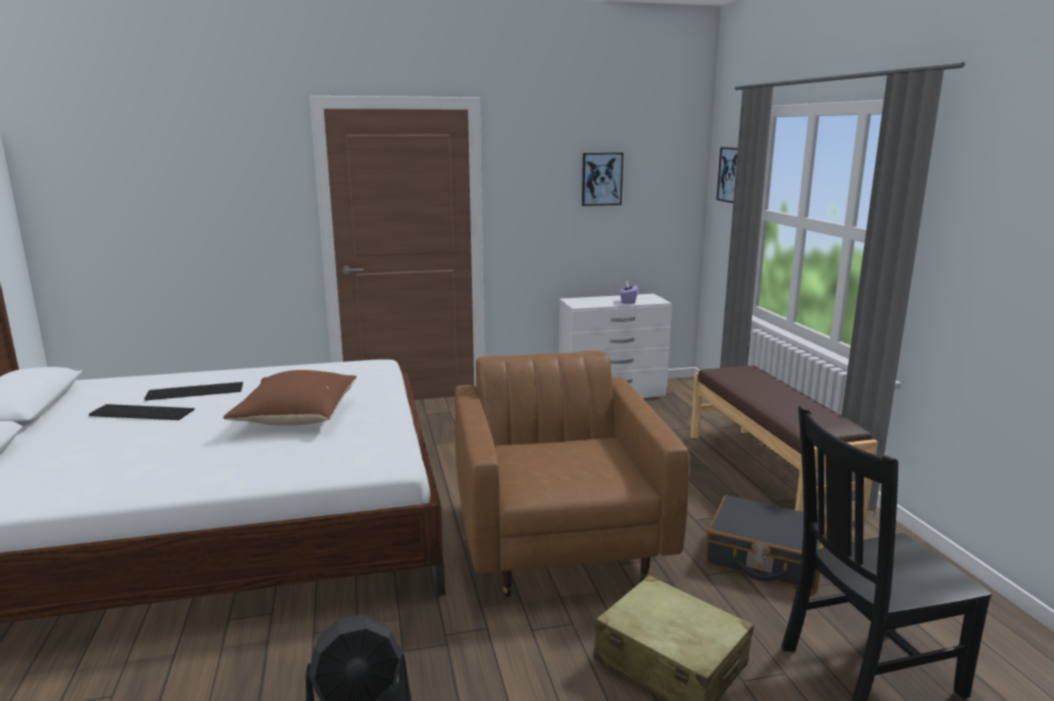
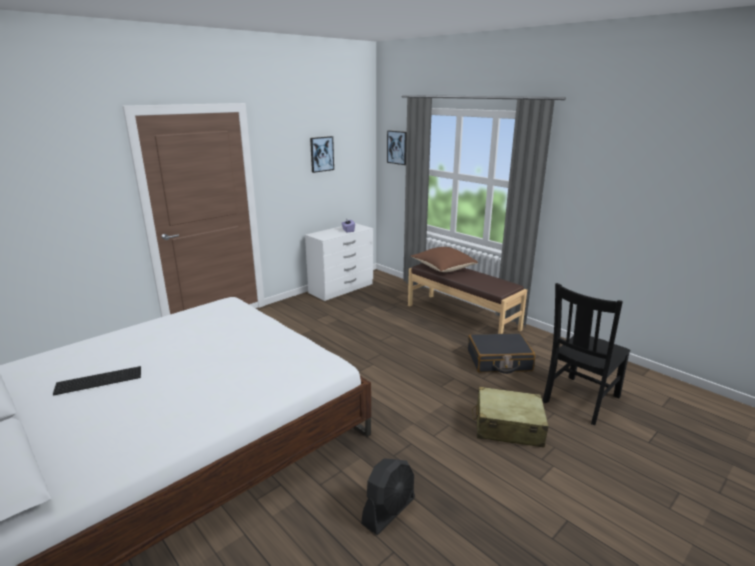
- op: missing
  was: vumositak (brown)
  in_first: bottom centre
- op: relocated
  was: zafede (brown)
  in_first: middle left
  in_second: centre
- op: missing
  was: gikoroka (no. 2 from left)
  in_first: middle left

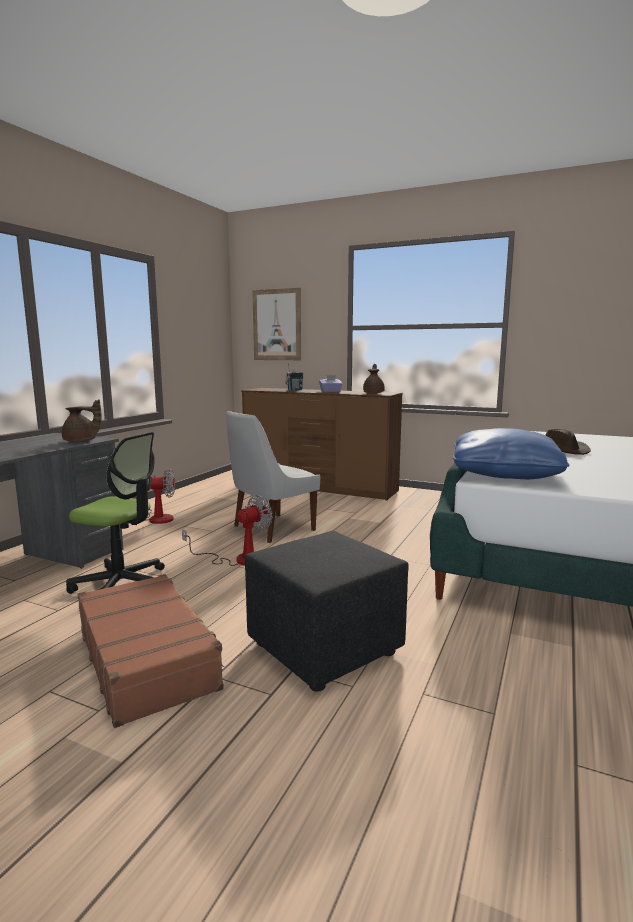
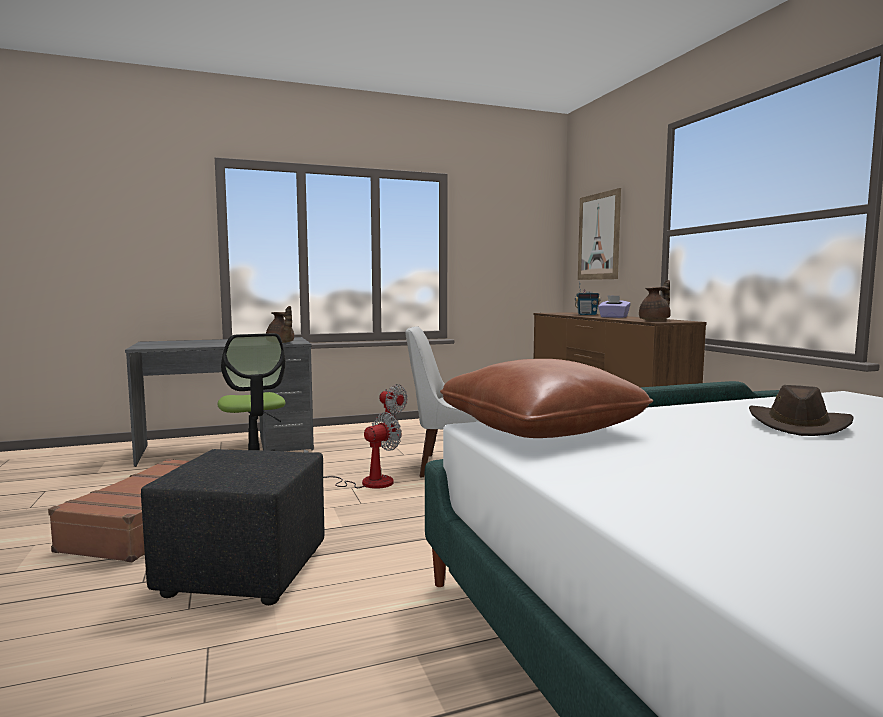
- op: colour
  was: zafede (blue)
  now: zafede (brown)
  in_first: middle right
  in_second: centre
- op: spun
  was: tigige (no. 2 from left in the first image)
  in_first: centre
  in_second: centre
  clockwise: -45

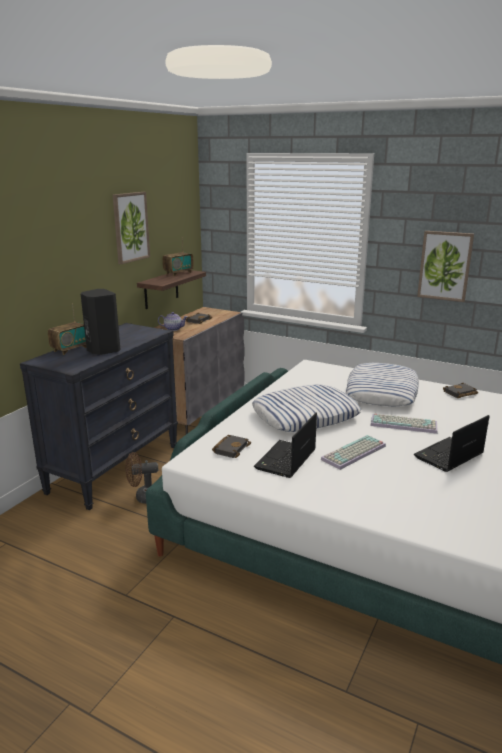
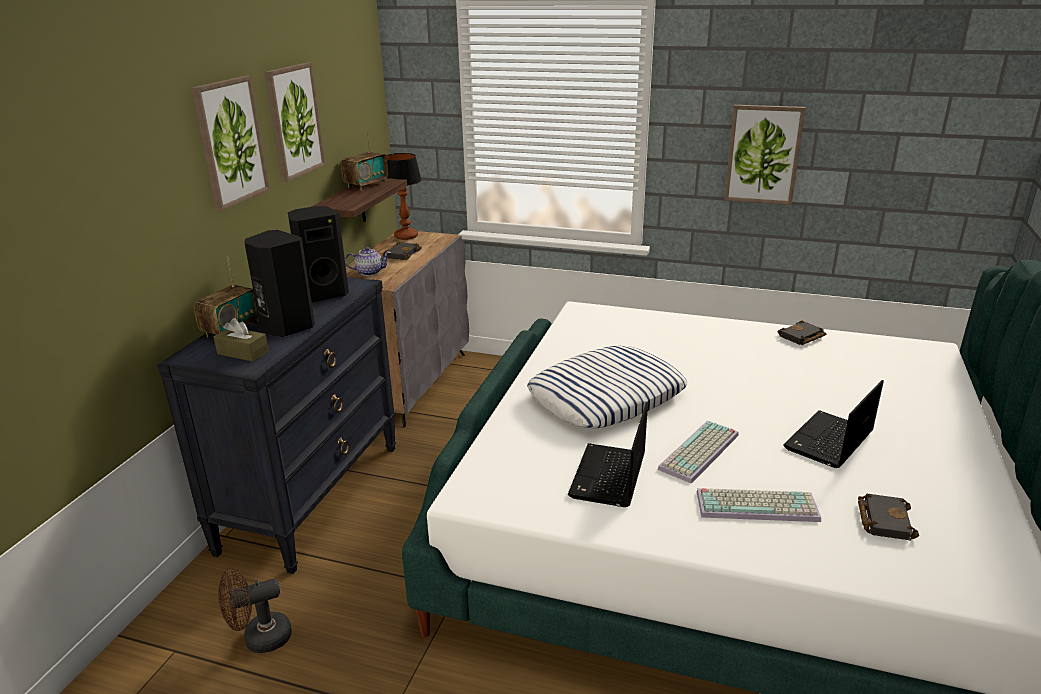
- op: missing
  was: zafede (no. 2 from left)
  in_first: middle right
- op: relocated
  was: gikoroka (no. 2 from left)
  in_first: middle right
  in_second: bottom right
- op: relocated
  was: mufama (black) (no. 2 from left in the first image)
  now: mufama (black) (no. 3 from left)
  in_first: centre
  in_second: bottom right
- op: relocated
  was: tigige (brown)
  in_first: middle left
  in_second: bottom left
- op: appeared
  now: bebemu (no. 1 from left)
  in_second: top left
- op: appeared
  now: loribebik
  in_second: top centre
- op: appeared
  now: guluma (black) (no. 2 from left)
  in_second: middle left
- op: appeared
  now: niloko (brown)
  in_second: middle left

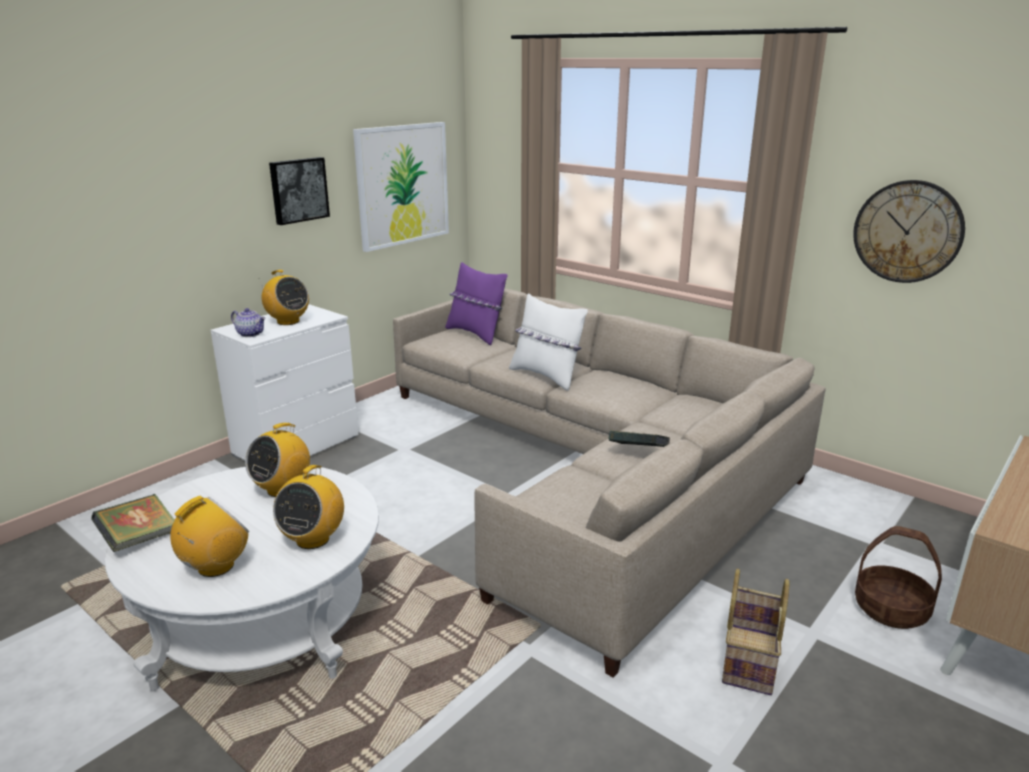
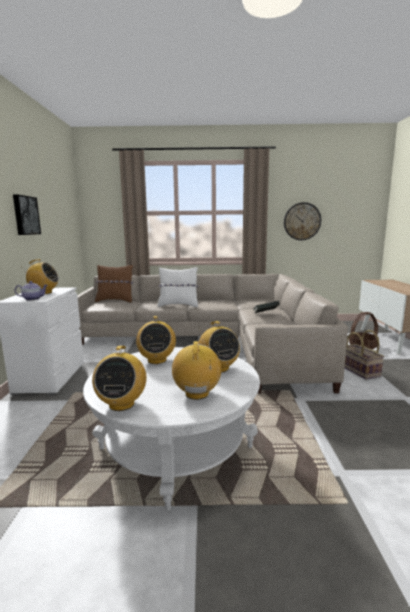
- op: missing
  was: bebemu (no. 2 from left)
  in_first: top centre
- op: colour
  was: zafede (purple)
  now: zafede (brown)
  in_first: centre
  in_second: middle left
- op: exchanged
  was: mufama (no. 1 from left)
  now: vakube (no. 2 from left)
  in_first: bottom left
  in_second: middle left

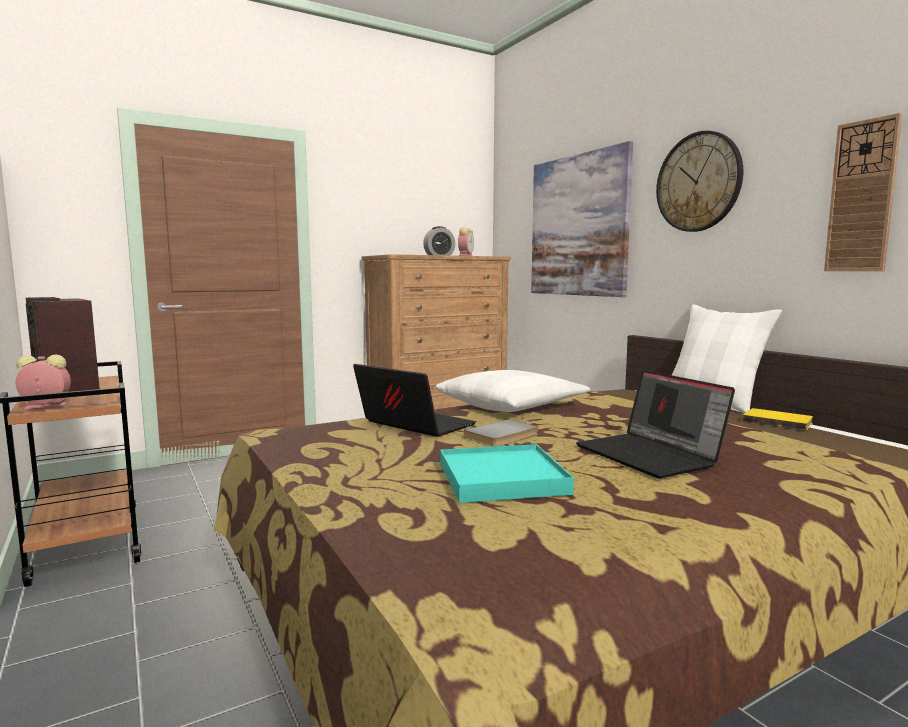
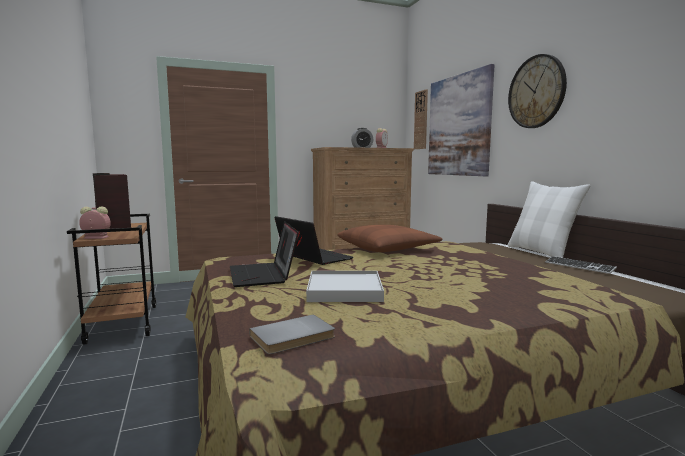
- op: relocated
  was: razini (no. 2 from left in the first image)
  now: razini (no. 1 from left)
  in_first: top right
  in_second: top centre
- op: colour
  was: zafede (white) (no. 1 from left)
  now: zafede (brown)
  in_first: centre
  in_second: centre
- op: relocated
  was: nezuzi (no. 2 from left in the first image)
  now: nezuzi (no. 1 from left)
  in_first: middle right
  in_second: centre
- op: exchanged
  was: mufama (yellow)
  now: gikoroka
  in_first: middle right
  in_second: middle right
- op: relocated
  was: mufama (grey)
  in_first: centre
  in_second: bottom centre
- op: colour
  was: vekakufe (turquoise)
  now: vekakufe (white)
  in_first: centre
  in_second: centre

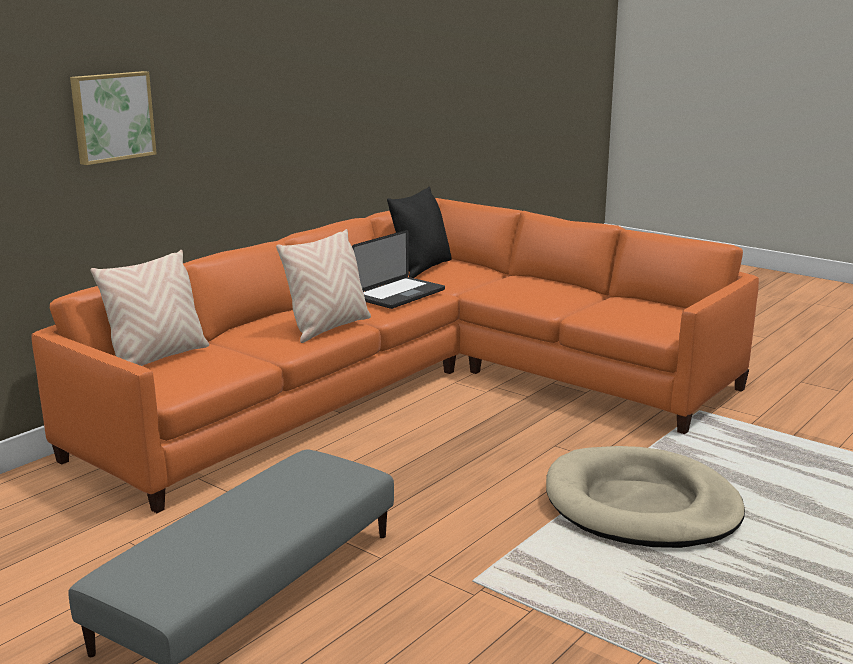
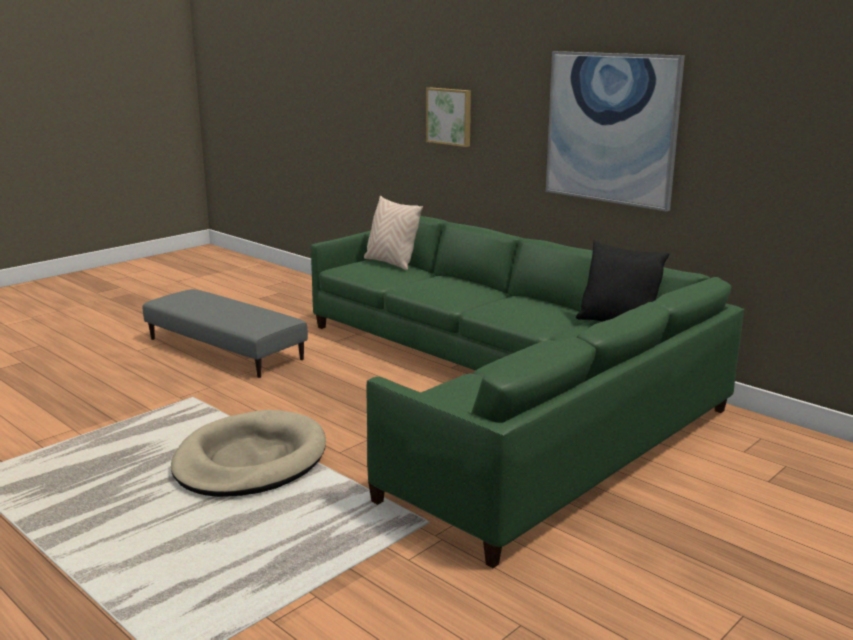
- op: colour
  was: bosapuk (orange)
  now: bosapuk (green)
  in_first: centre
  in_second: centre
- op: missing
  was: zafede (beige) (no. 2 from left)
  in_first: centre
- op: missing
  was: nezuzi
  in_first: centre
- op: appeared
  now: bebemu (no. 2 from left)
  in_second: top right

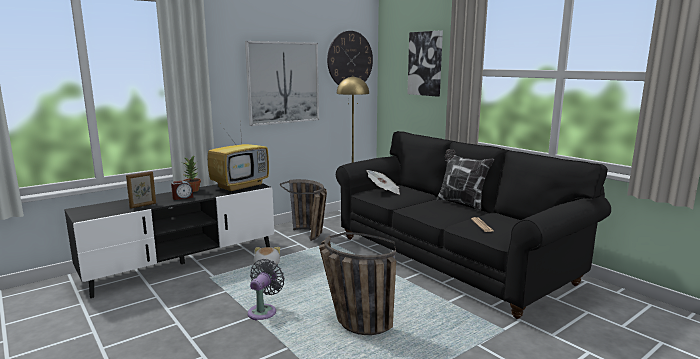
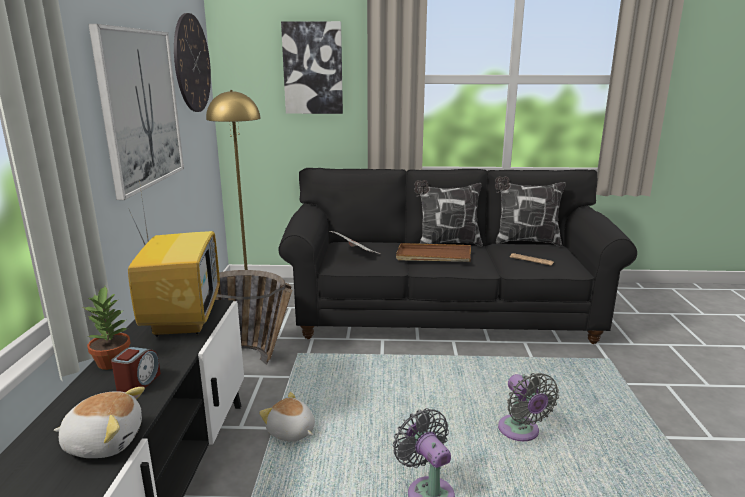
- op: exchanged
  was: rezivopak
  now: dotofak (no. 1 from left)
  in_first: middle left
  in_second: bottom left
- op: exchanged
  was: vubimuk (no. 2 from left)
  now: tigige (grey) (no. 2 from left)
  in_first: bottom centre
  in_second: bottom right
- op: appeared
  now: zafede (no. 2 from left)
  in_second: middle right
- op: appeared
  now: vekakufe (brown)
  in_second: centre

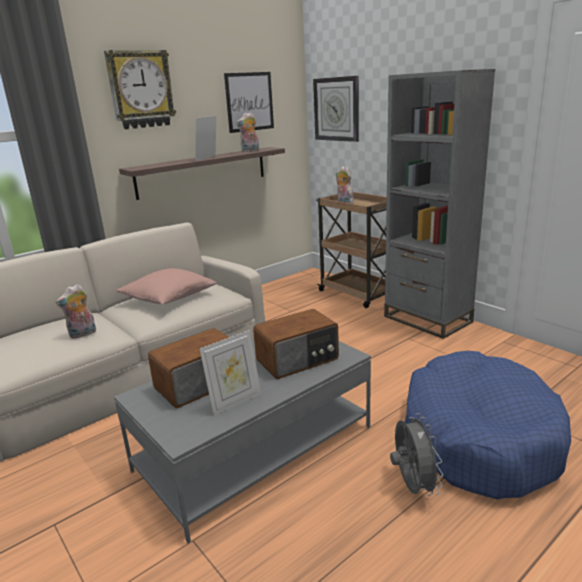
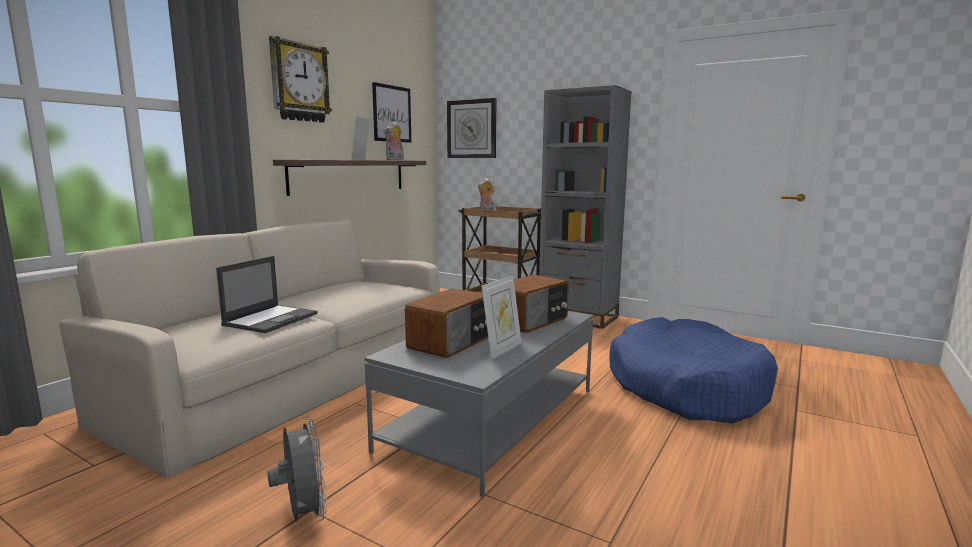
- op: missing
  was: zafede (pink)
  in_first: middle left
- op: exchanged
  was: dotofak (no. 1 from left)
  now: nezuzi
  in_first: middle left
  in_second: middle left
- op: relocated
  was: tigige (grey)
  in_first: bottom right
  in_second: bottom left

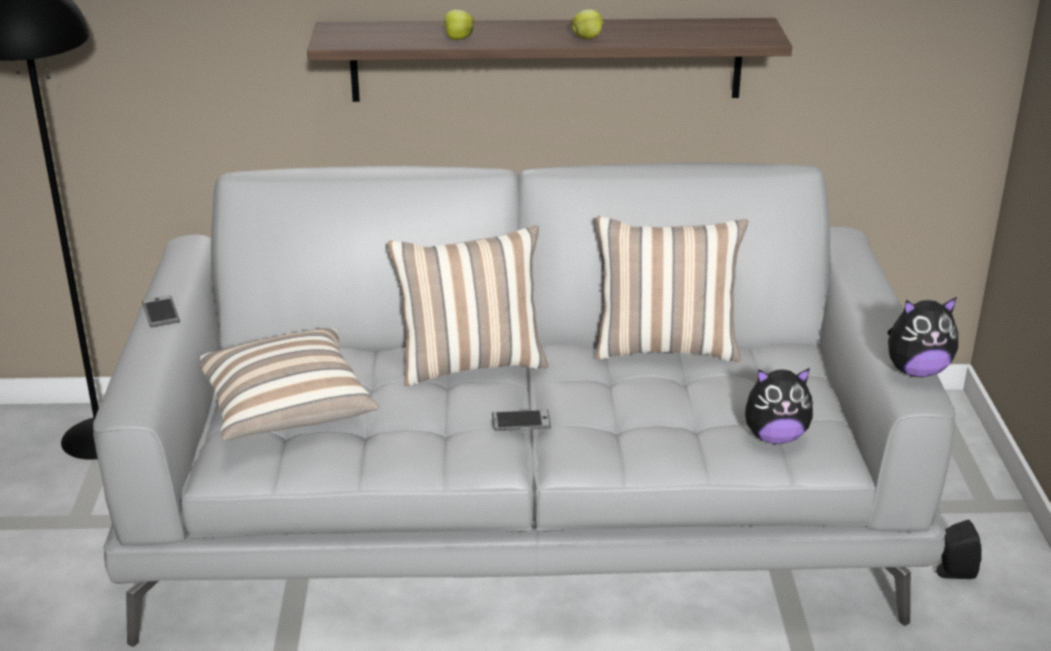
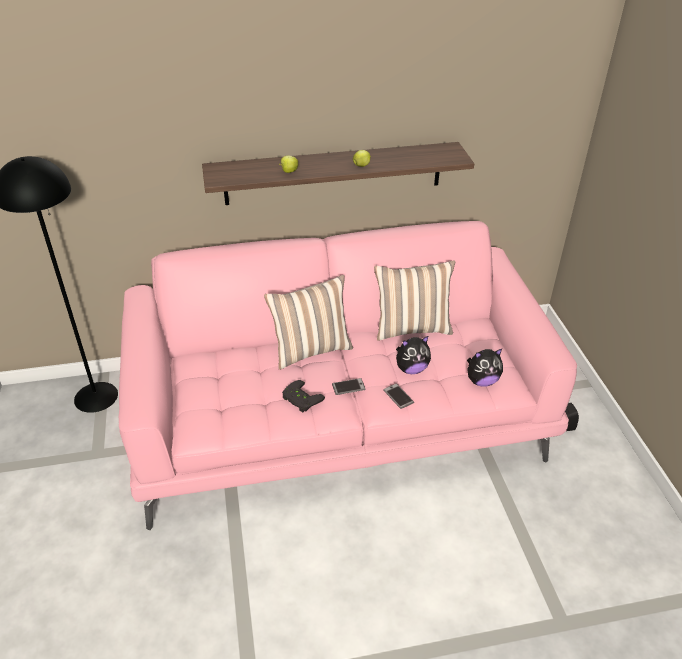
- op: colour
  was: bosapuk (grey)
  now: bosapuk (pink)
  in_first: centre
  in_second: centre
- op: relocated
  was: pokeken (no. 1 from left in the first image)
  now: pokeken (no. 2 from left)
  in_first: middle left
  in_second: centre
- op: relocated
  was: dotofak (no. 2 from left in the first image)
  now: dotofak (no. 1 from left)
  in_first: middle right
  in_second: centre
- op: missing
  was: zafede (no. 1 from left)
  in_first: middle left
- op: appeared
  now: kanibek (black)
  in_second: centre

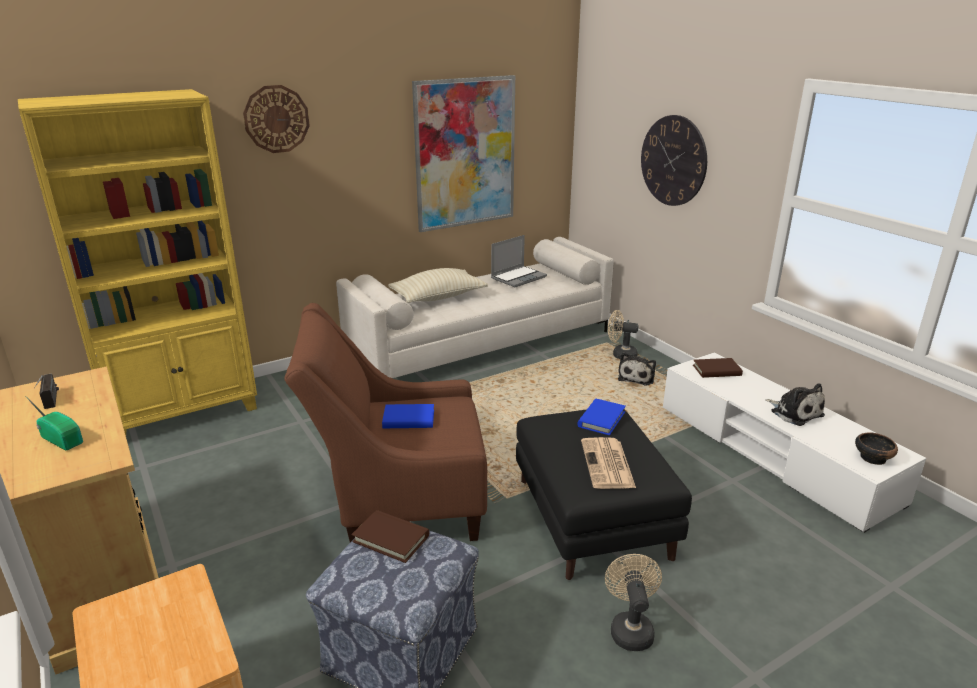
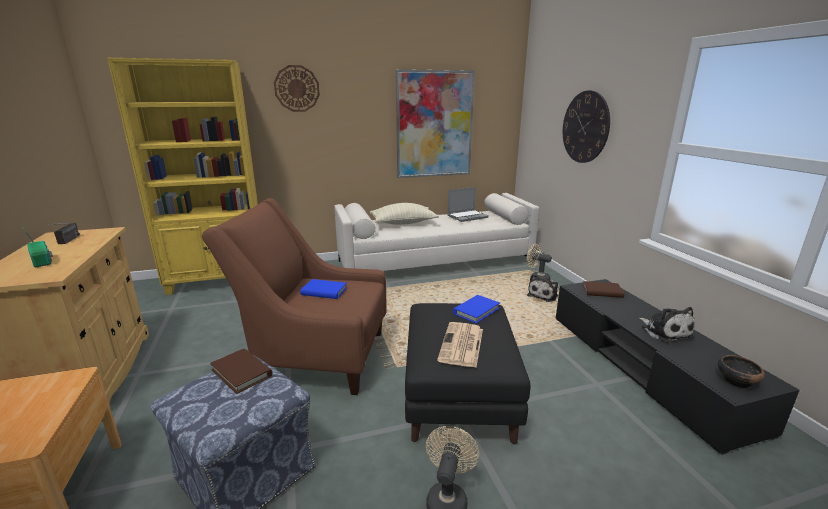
- op: colour
  was: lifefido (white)
  now: lifefido (black)
  in_first: middle right
  in_second: bottom right

